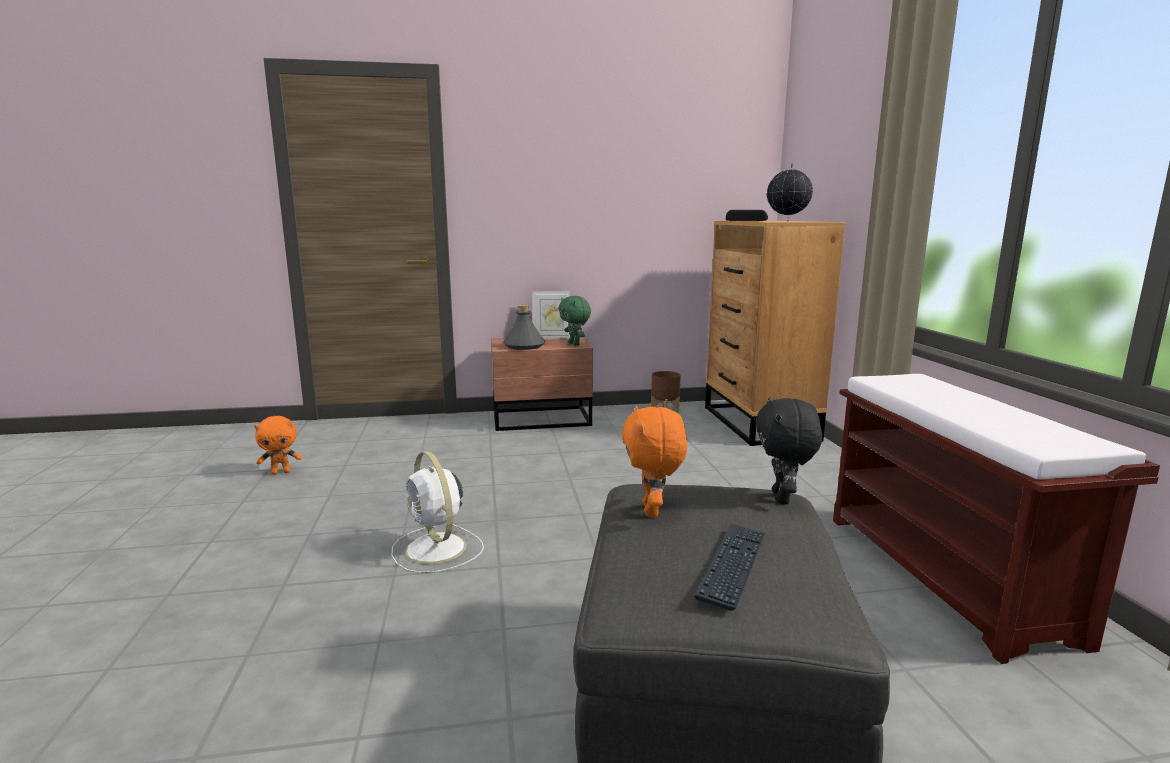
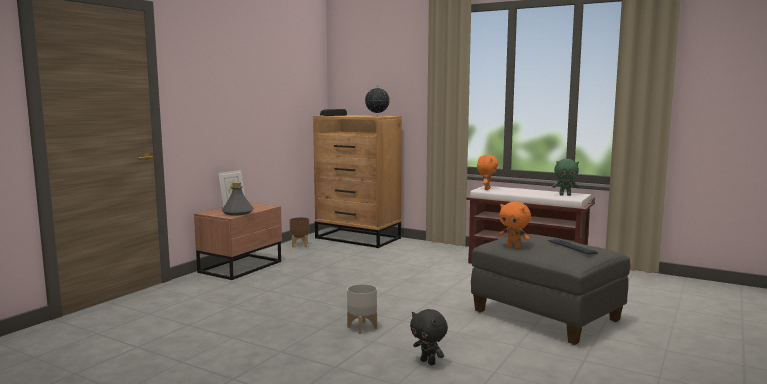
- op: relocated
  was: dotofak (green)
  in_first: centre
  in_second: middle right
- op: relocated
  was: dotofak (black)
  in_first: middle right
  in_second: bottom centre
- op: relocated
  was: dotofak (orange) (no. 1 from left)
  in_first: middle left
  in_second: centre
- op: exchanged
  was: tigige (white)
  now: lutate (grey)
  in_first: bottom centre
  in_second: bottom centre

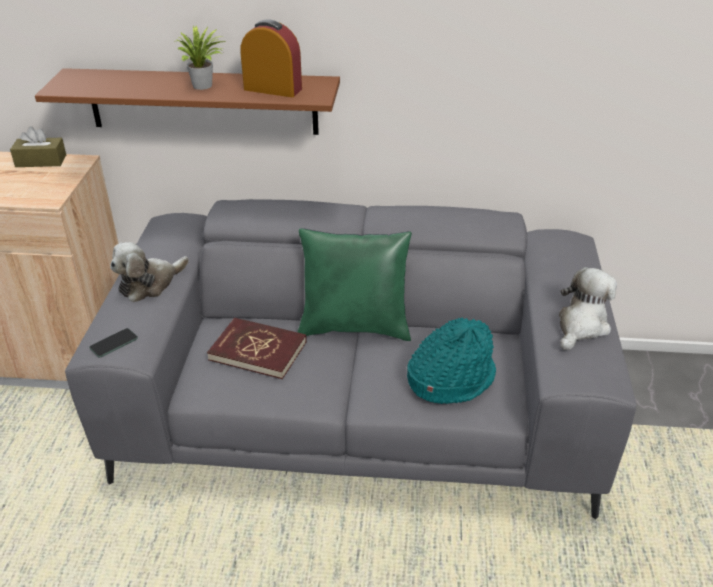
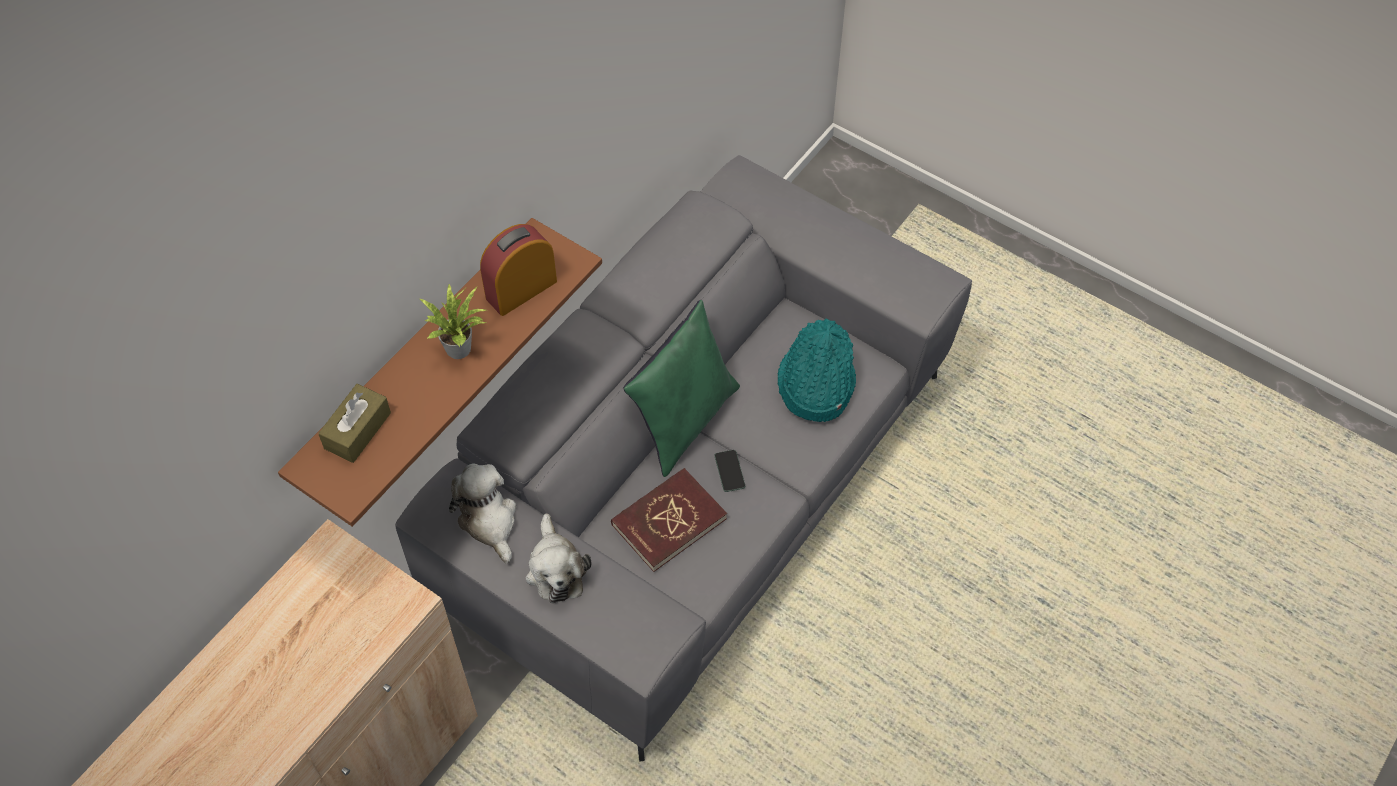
- op: relocated
  was: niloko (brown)
  in_first: top left
  in_second: middle left
- op: relocated
  was: dotofak (no. 2 from left in the first image)
  now: dotofak (no. 1 from left)
  in_first: middle right
  in_second: centre
- op: relocated
  was: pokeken
  in_first: middle left
  in_second: centre

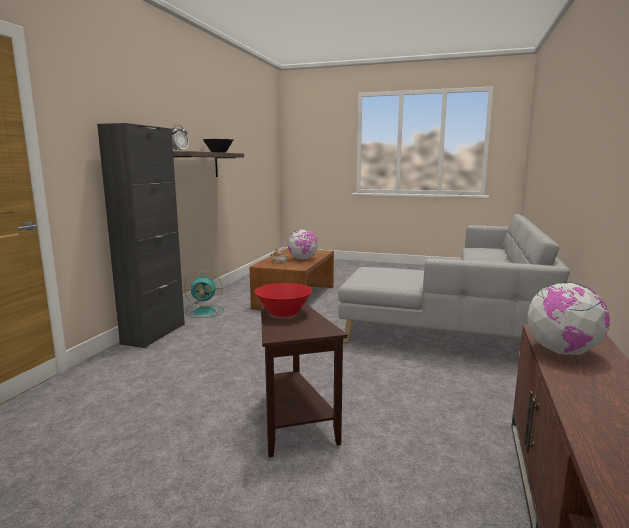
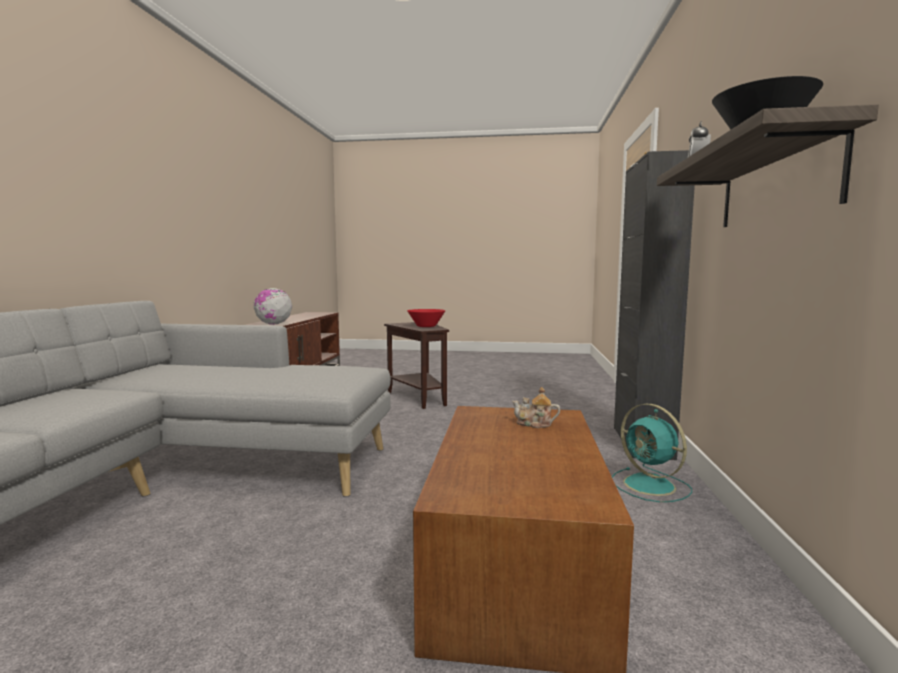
- op: missing
  was: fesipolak (no. 1 from left)
  in_first: centre
- op: spun
  was: tigige (turquoise)
  in_first: middle left
  in_second: bottom right
  clockwise: -105

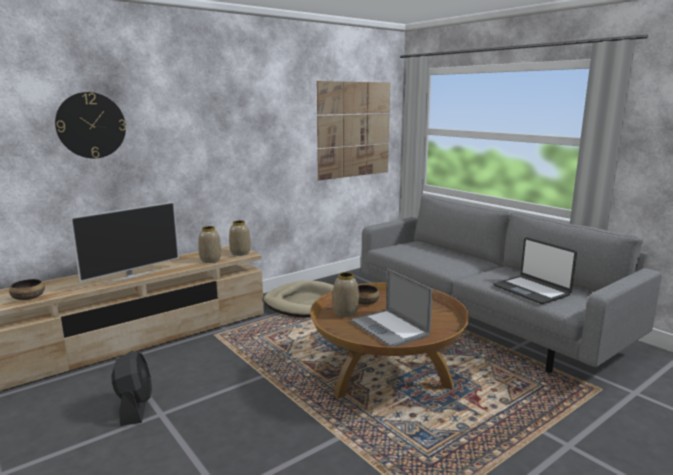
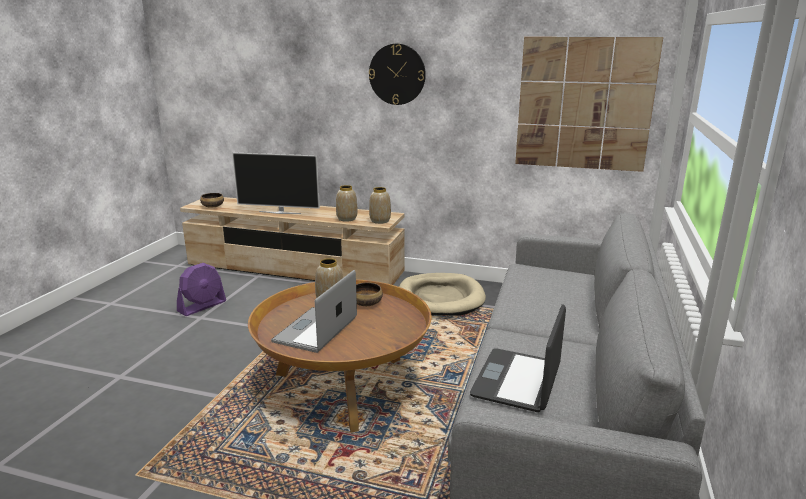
- op: relocated
  was: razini
  in_first: top left
  in_second: top centre
- op: colour
  was: tigige (black)
  now: tigige (purple)
  in_first: bottom left
  in_second: middle left

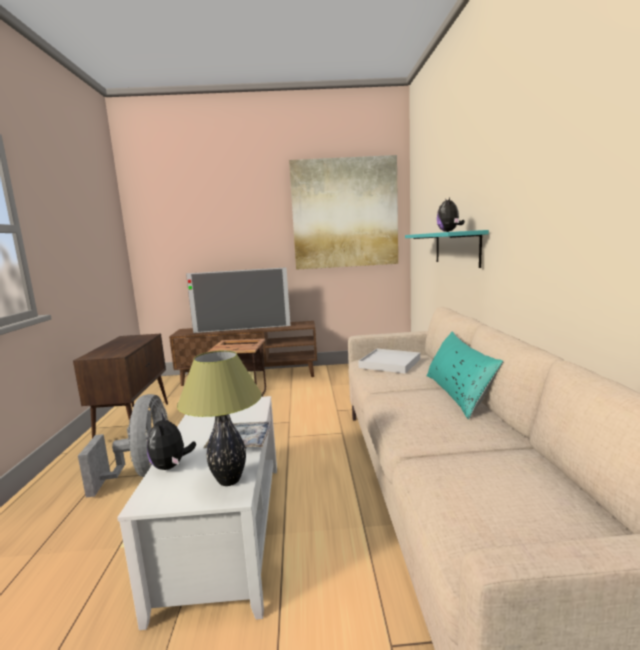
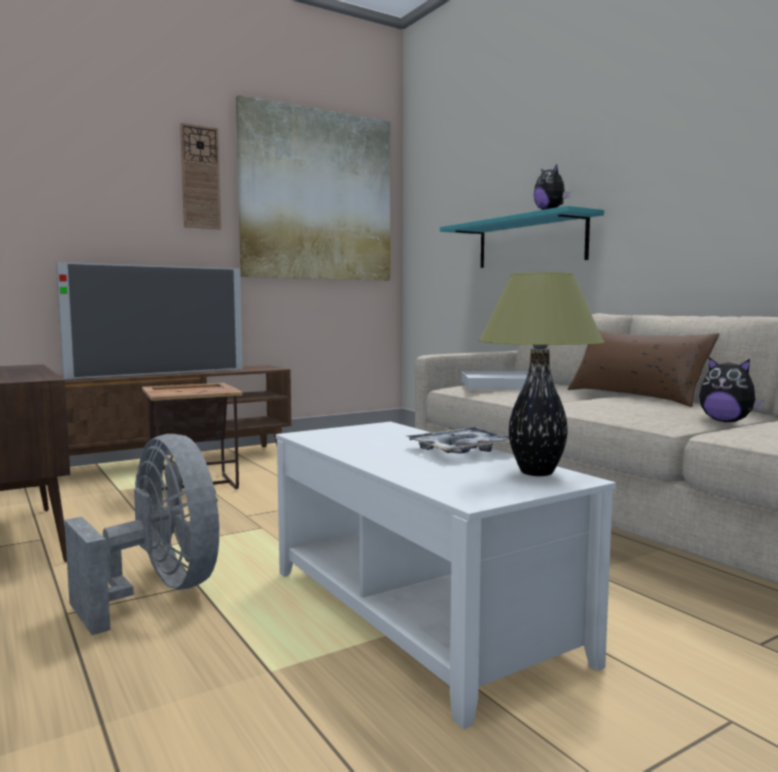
- op: colour
  was: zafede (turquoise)
  now: zafede (brown)
  in_first: middle right
  in_second: middle right
- op: relocated
  was: dotofak (no. 1 from left in the first image)
  now: dotofak (no. 2 from left)
  in_first: bottom left
  in_second: middle right
- op: appeared
  now: razini
  in_second: top left

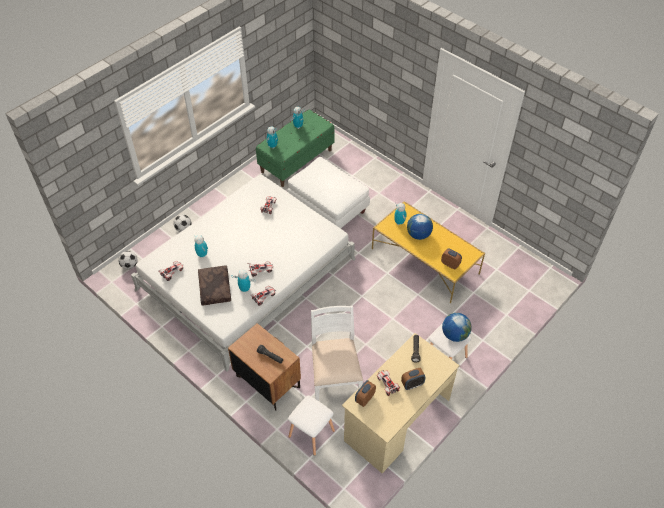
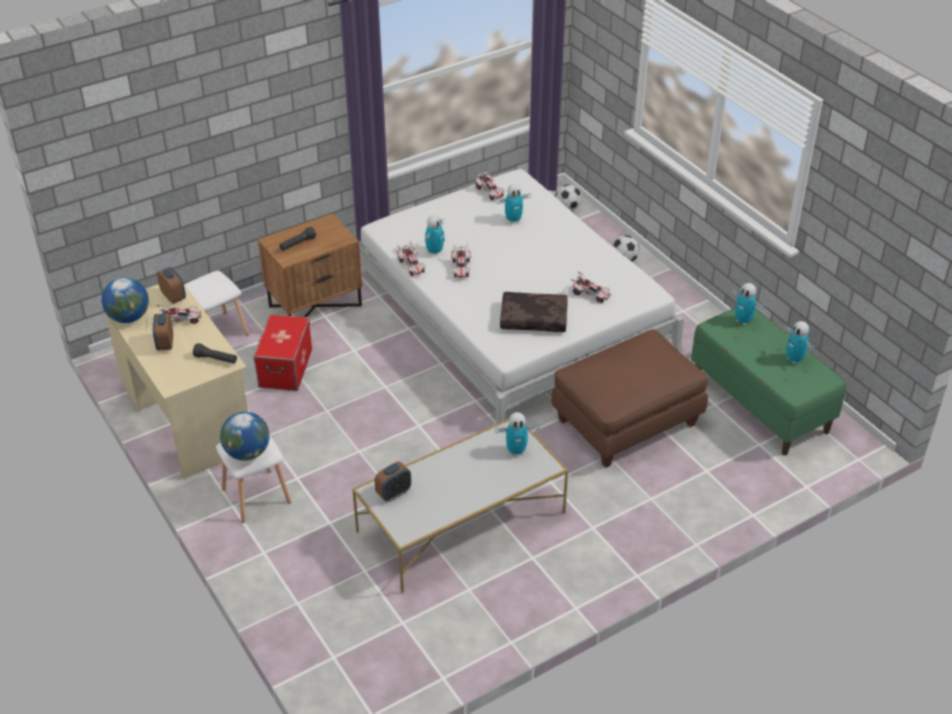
- op: colour
  was: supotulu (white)
  now: supotulu (brown)
  in_first: centre
  in_second: centre
- op: colour
  was: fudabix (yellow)
  now: fudabix (white)
  in_first: centre
  in_second: bottom centre
- op: relocated
  was: fesipolak (no. 1 from left)
  in_first: centre
  in_second: middle left
- op: relocated
  was: zafede (brown)
  in_first: middle left
  in_second: centre
- op: exchanged
  was: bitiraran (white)
  now: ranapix
  in_first: bottom centre
  in_second: middle left

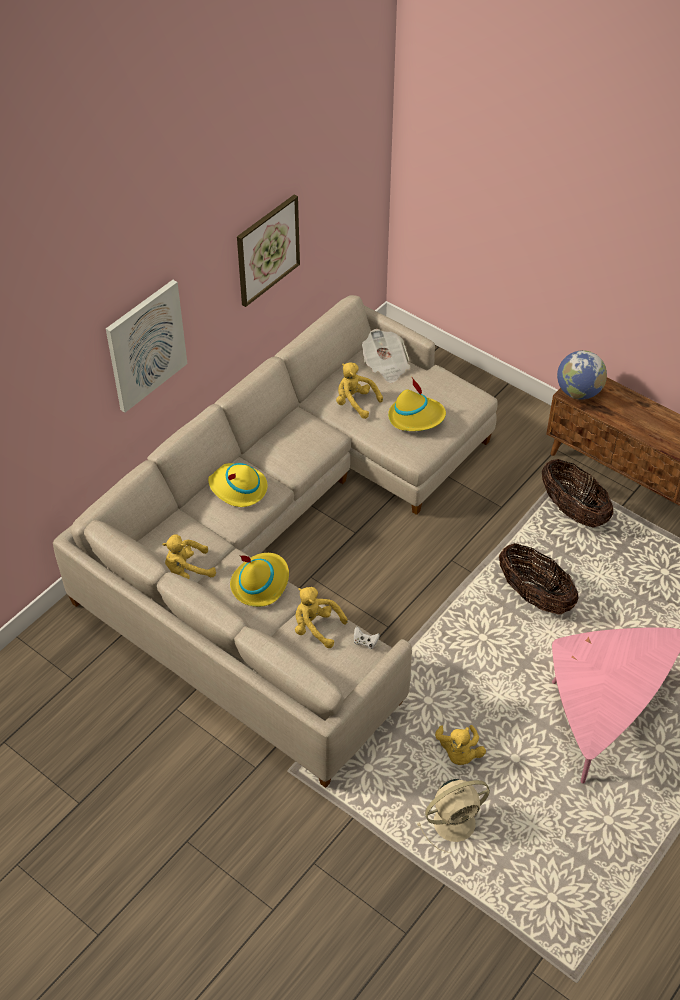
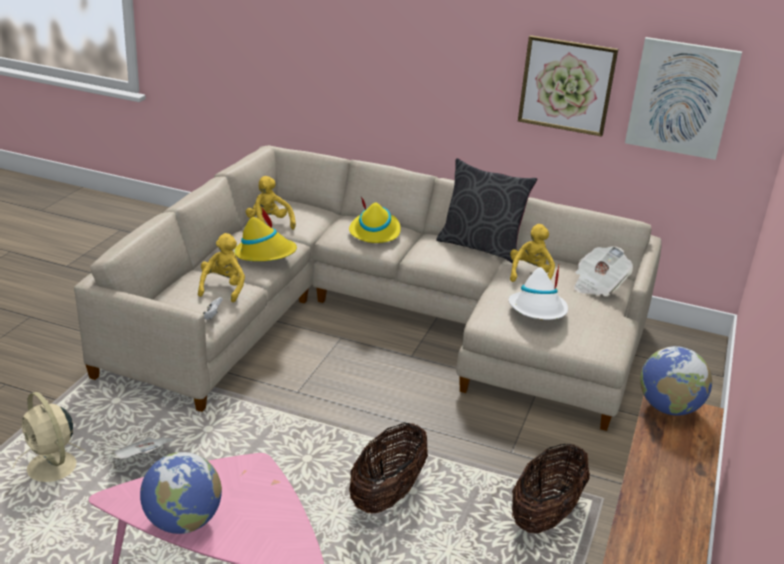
- op: relocated
  was: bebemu (no. 1 from left in the first image)
  now: bebemu (no. 2 from left)
  in_first: middle left
  in_second: top right
- op: colour
  was: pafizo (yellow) (no. 3 from left)
  now: pafizo (white)
  in_first: centre
  in_second: middle right
- op: exchanged
  was: dotofak (yellow) (no. 4 from left)
  now: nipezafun (no. 1 from left)
  in_first: bottom right
  in_second: bottom left
- op: appeared
  now: zafede (grey)
  in_second: centre
- op: appeared
  now: fesipolak (no. 1 from left)
  in_second: bottom left

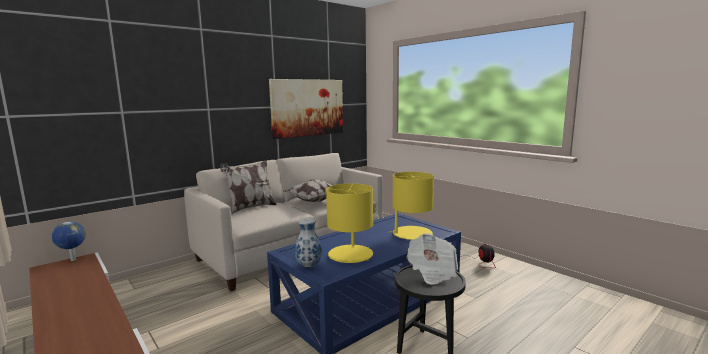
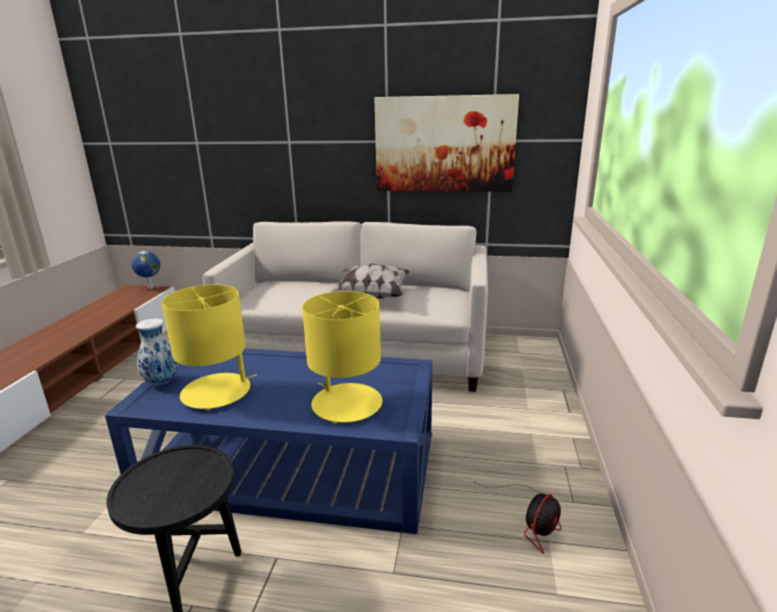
- op: missing
  was: zafede (no. 1 from left)
  in_first: centre
- op: missing
  was: nipezafun
  in_first: bottom centre

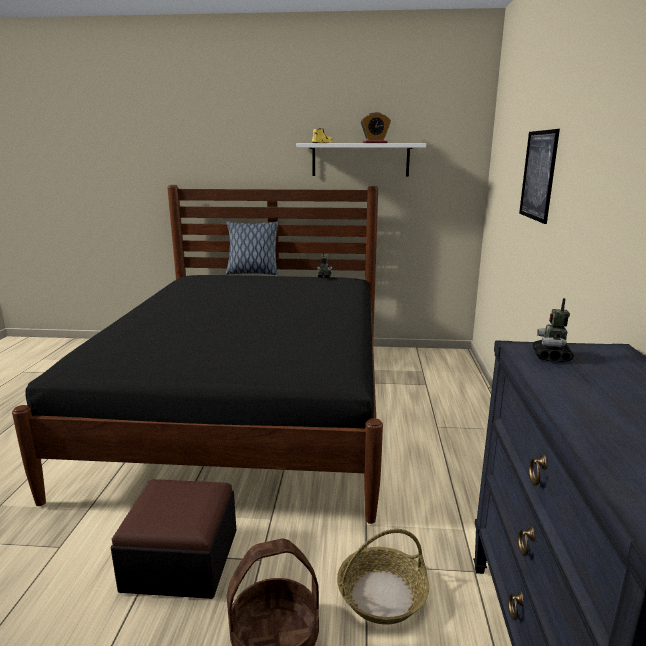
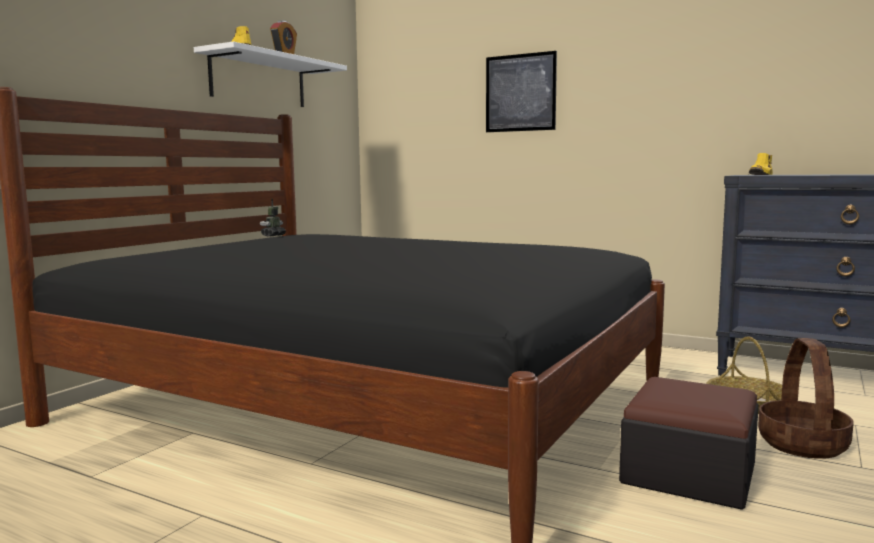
- op: missing
  was: zafede
  in_first: centre
- op: exchanged
  was: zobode (no. 2 from left)
  now: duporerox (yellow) (no. 2 from left)
  in_first: middle right
  in_second: top right

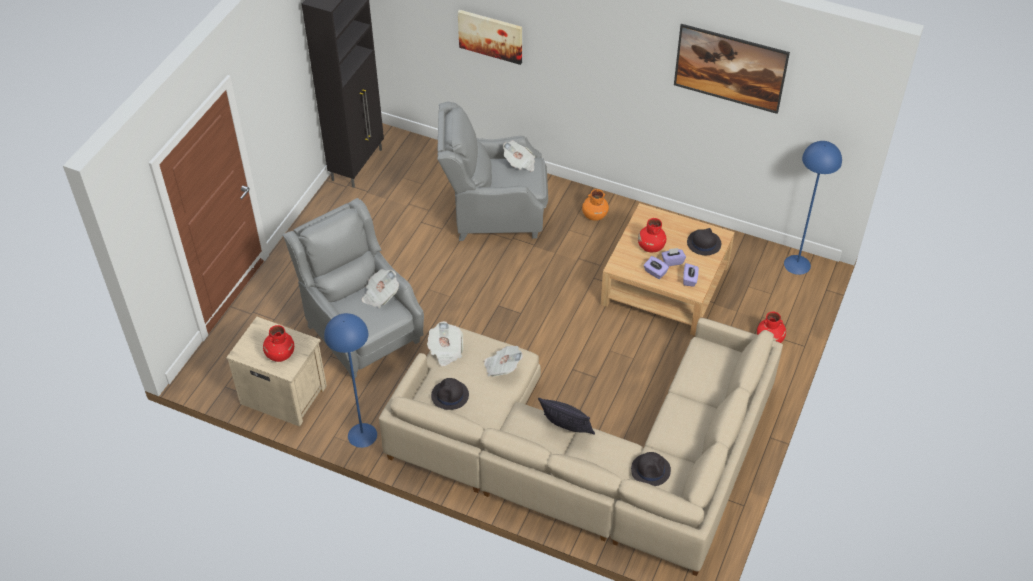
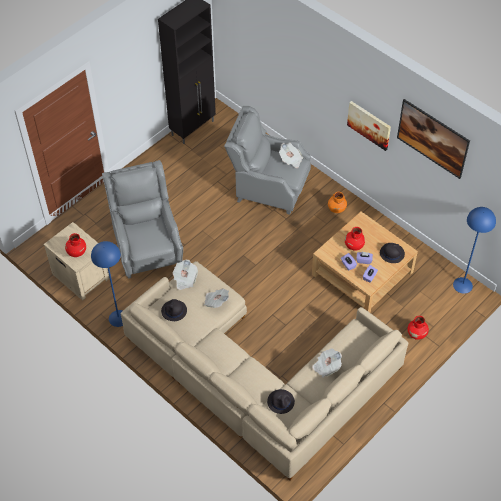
- op: relocated
  was: bebemu (no. 1 from left)
  in_first: top centre
  in_second: top right
- op: relocated
  was: nipezafun (no. 1 from left in the first image)
  now: nipezafun (no. 4 from left)
  in_first: centre
  in_second: bottom centre
- op: missing
  was: zafede
  in_first: bottom centre

